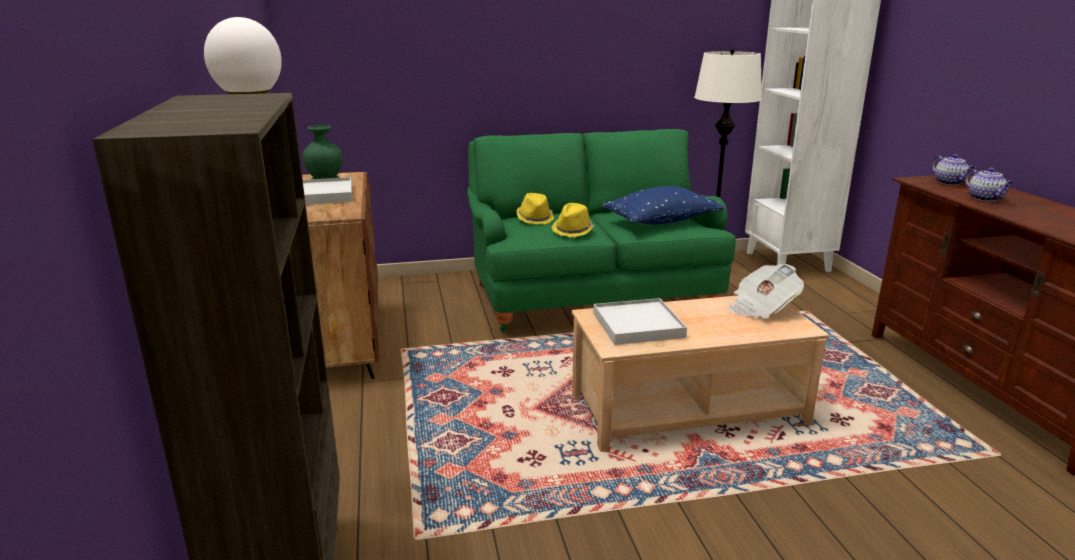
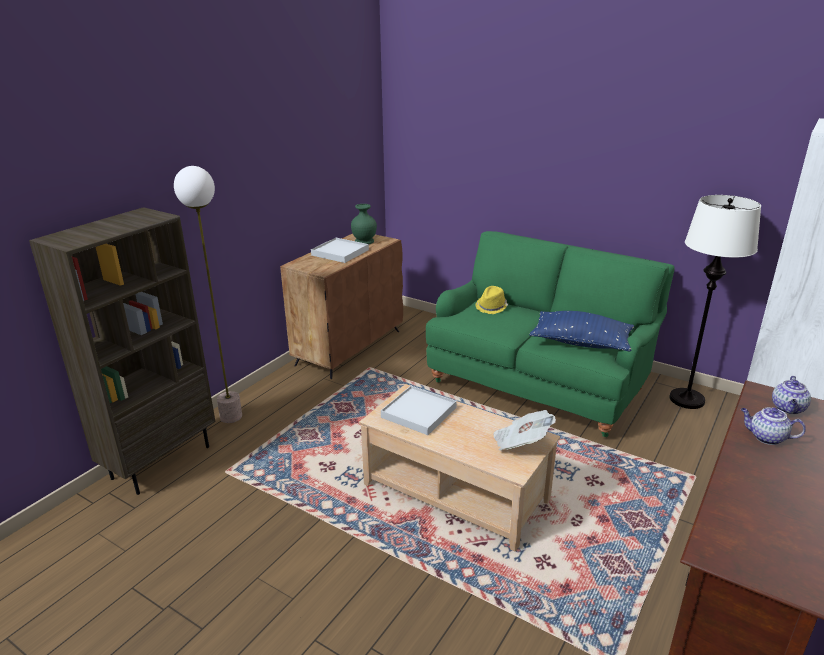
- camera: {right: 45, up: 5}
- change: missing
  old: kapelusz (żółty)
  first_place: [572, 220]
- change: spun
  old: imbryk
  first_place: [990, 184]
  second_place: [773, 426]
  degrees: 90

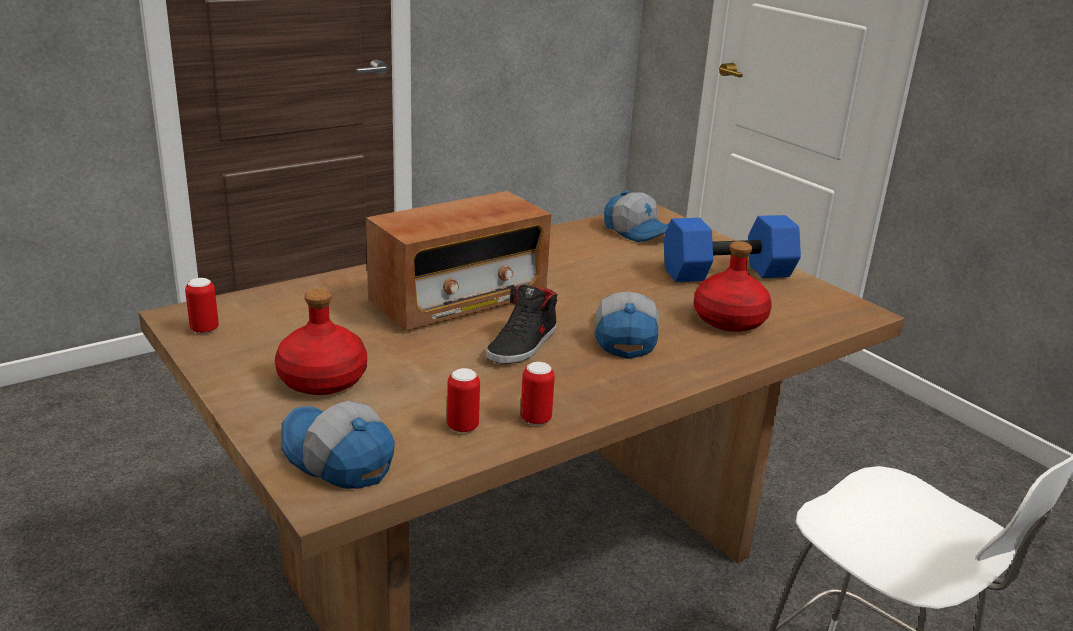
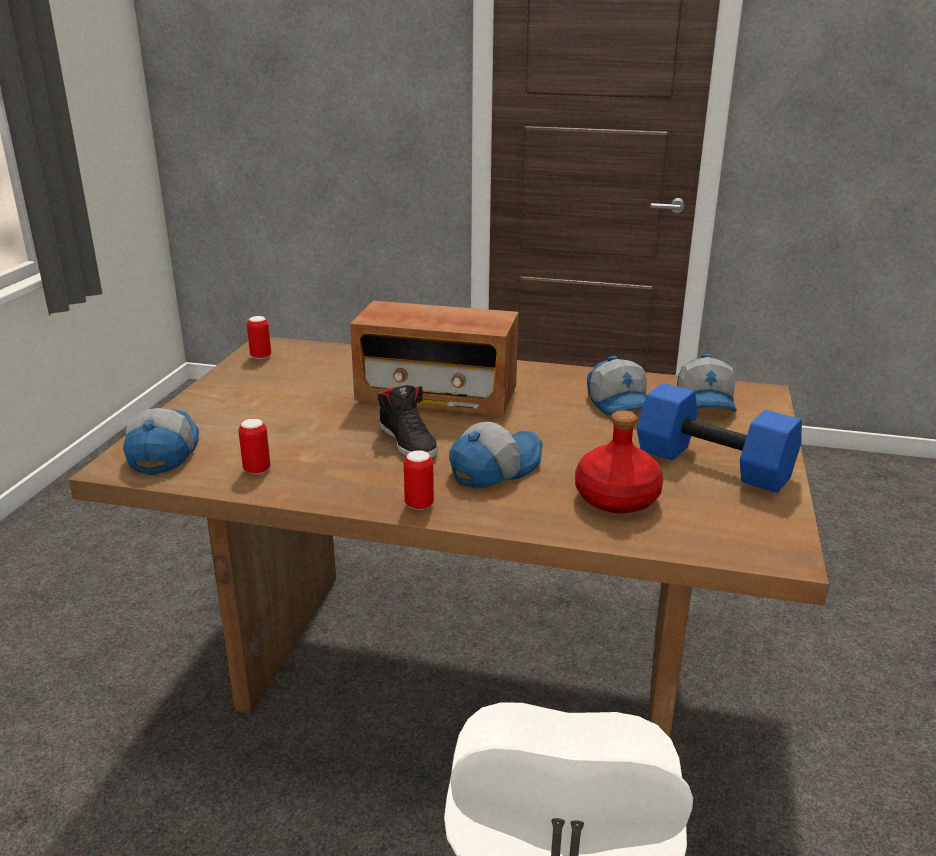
- camera: {right: 50, up: 0}
- change: missing
  old: butelka (czerwony)
  first_place: [321, 342]
- change: spun
  old: but (czarny)
  first_place: [521, 324]
  second_place: [408, 421]
  degrees: -105
- change: relocated
  old: puszka
  first_place: [538, 393]
  second_place: [419, 480]
- change: appeared
  new: czapka z daszkiem
  second_place: [617, 385]

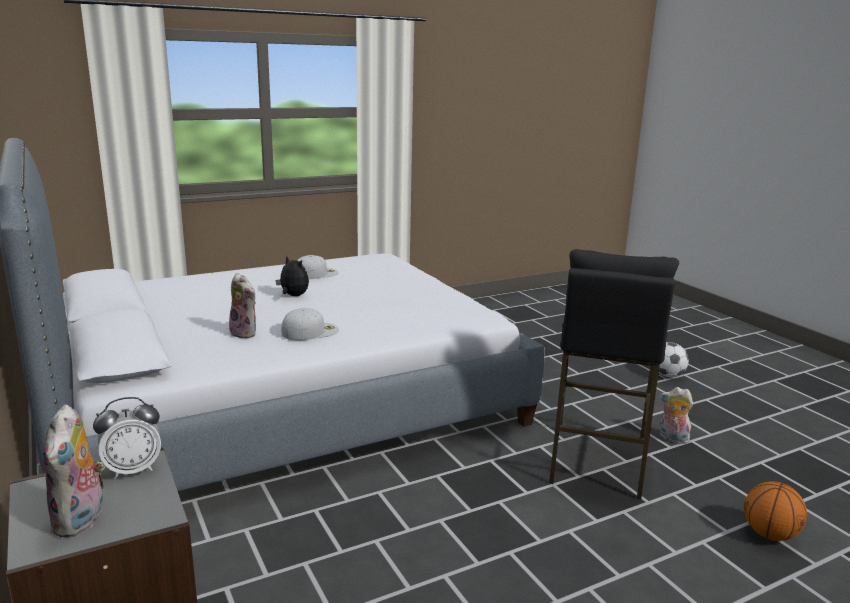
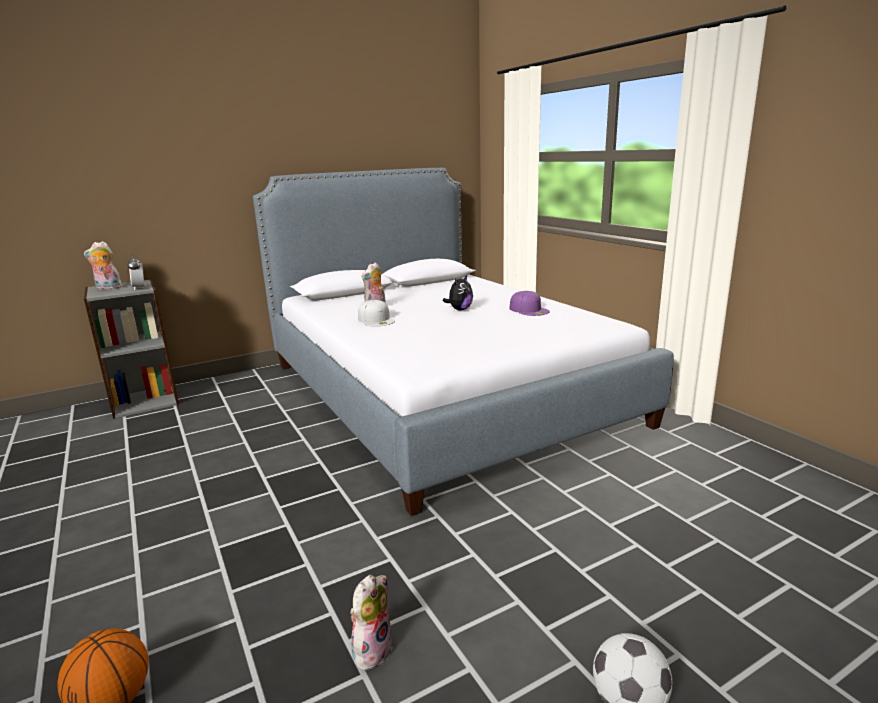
- camera: {right: 90, up: 0}
- change: colour
  old: czapka z daszkiem (biały)
  new: czapka z daszkiem (fioletowy)
  first_place: [318, 267]
  second_place: [530, 303]
- change: missing
  old: stołek (czarny)
  first_place: [614, 374]

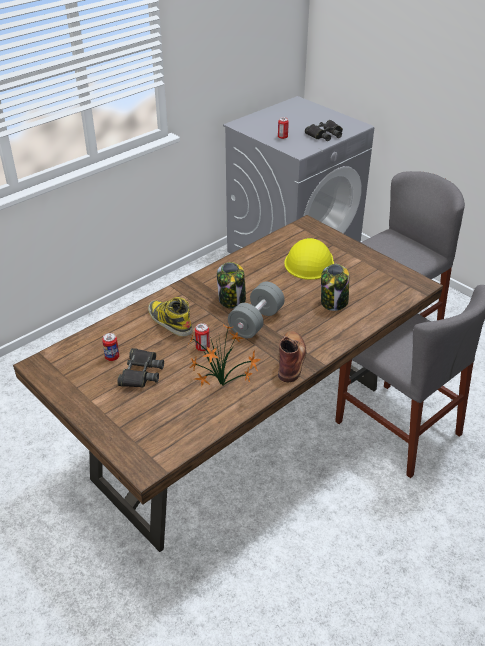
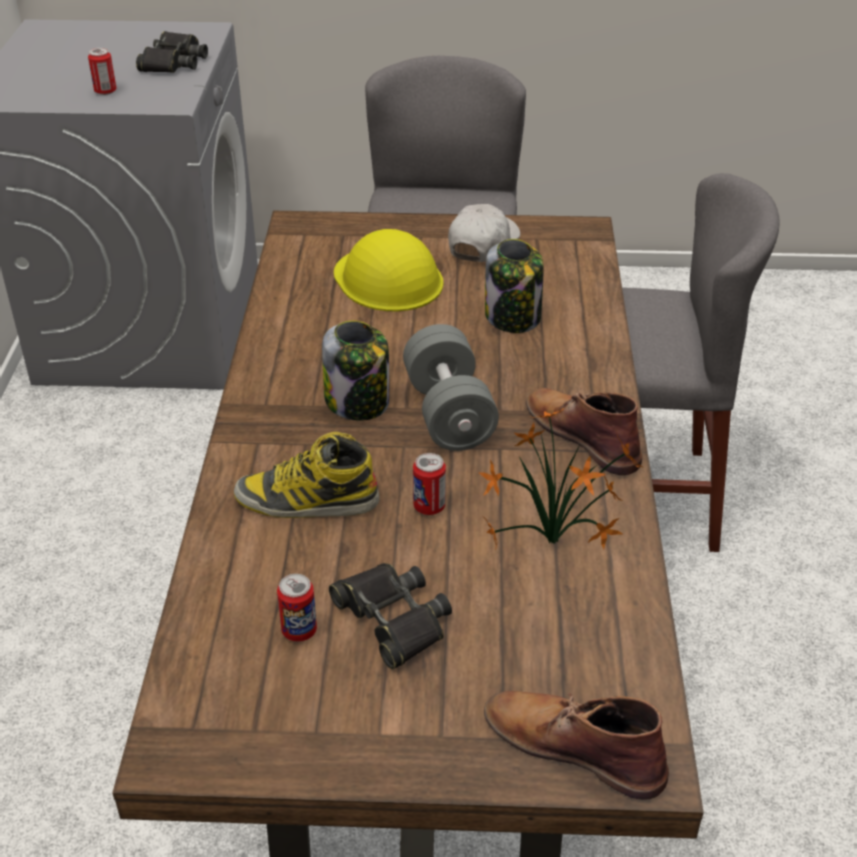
- camera: {right: -45, up: 0}
- change: appeared
  new: czapka z daszkiem (biały)
  second_place: [484, 233]
- change: appeared
  new: but z cholewką (brązowy)
  second_place: [576, 745]

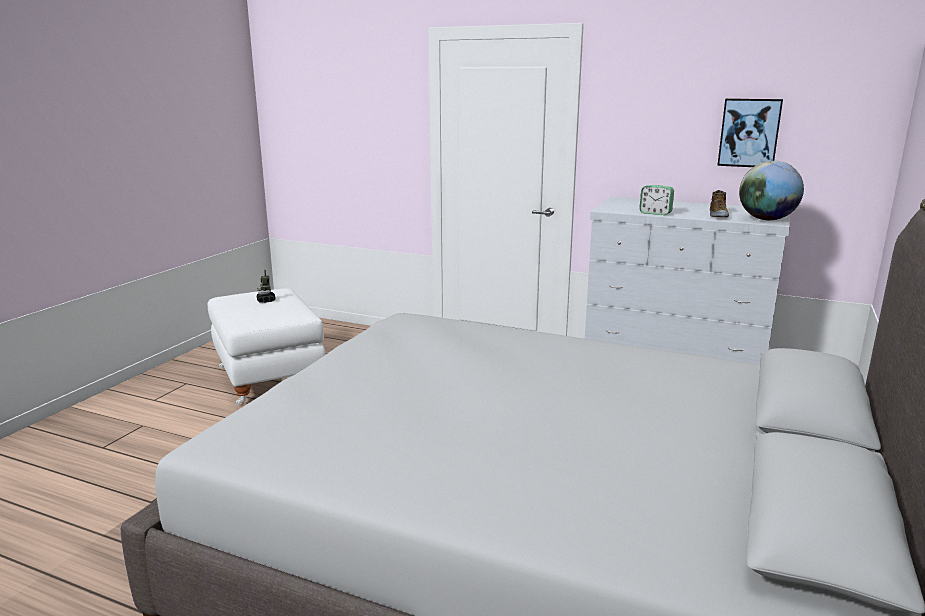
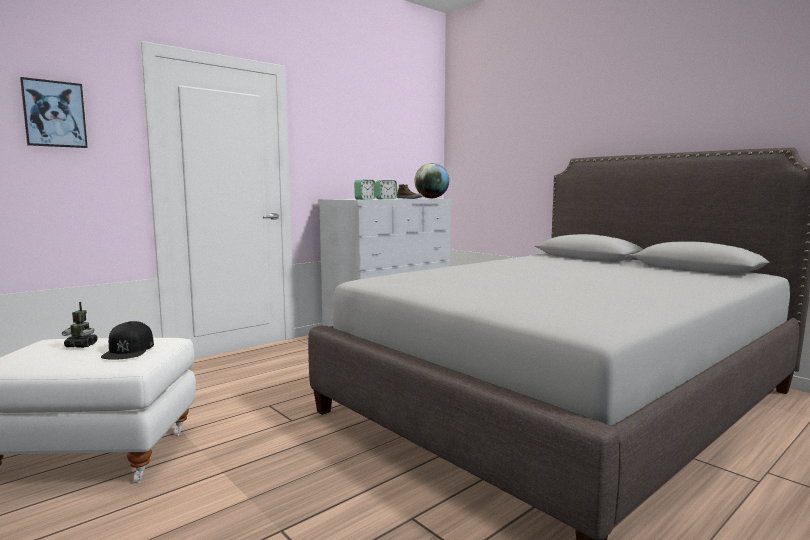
- camera: {right: -65, up: -10}
- change: relocated
  old: obraz
  first_place: [750, 132]
  second_place: [54, 112]
- change: appeared
  new: czapka z daszkiem (czarny)
  second_place: [127, 340]
- change: appeared
  new: budzik
  second_place: [365, 190]

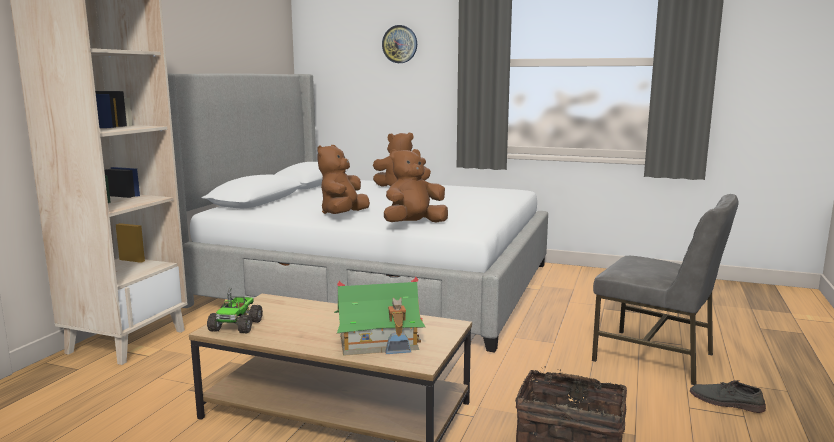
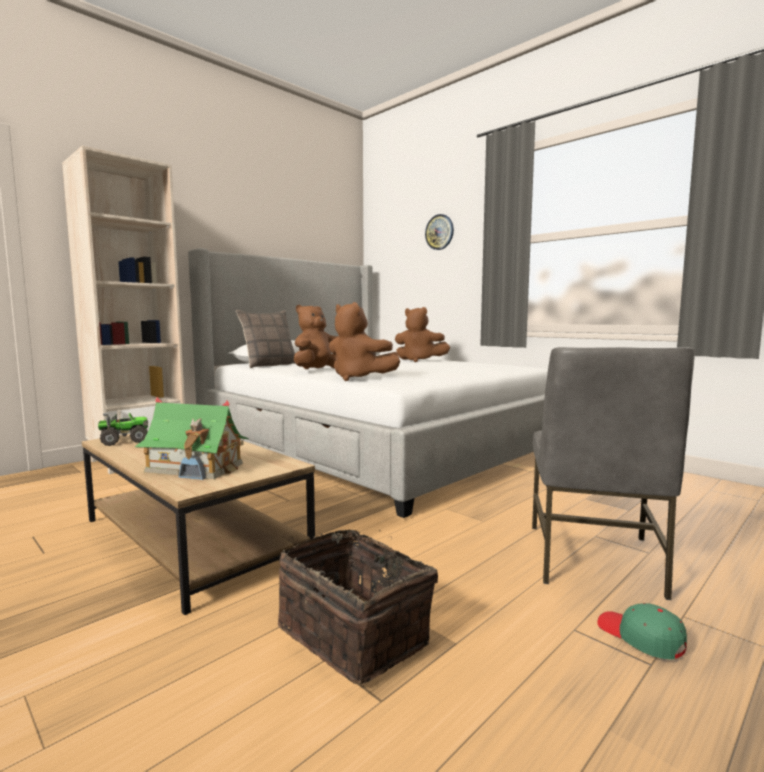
- camera: {right: 25, up: -5}
- change: spun
  old: ciężarówka zabawkowa
  first_place: [235, 310]
  second_place: [123, 429]
  degrees: -150
- change: spun
  old: pluszak (brązowy)
  first_place: [416, 185]
  second_place: [364, 341]
  degrees: -135
- change: spun
  old: krzesło (szary)
  first_place: [665, 289]
  second_place: [613, 473]
  degrees: 45
- change: exchanged
  old: but (szary)
  new: czapka z daszkiem (zielony)
  first_place: [728, 396]
  second_place: [642, 631]
- change: appeared
  new: poduszka
  second_place: [266, 339]

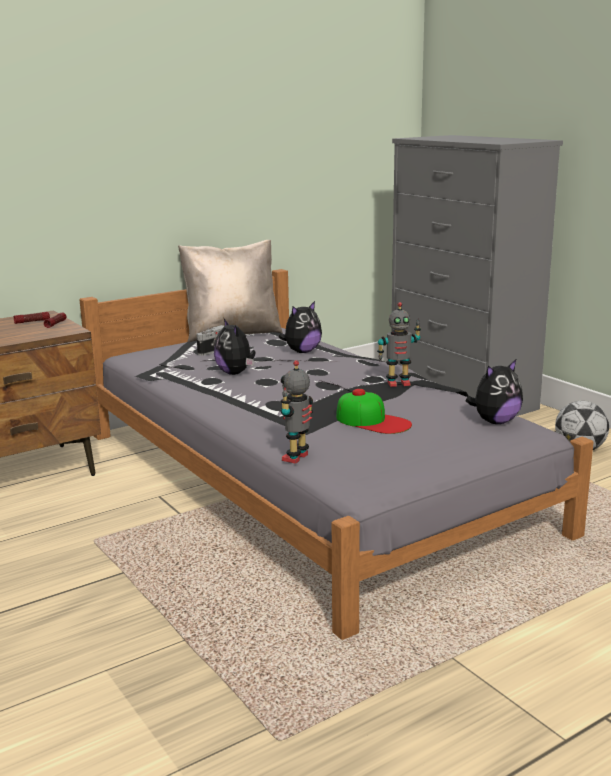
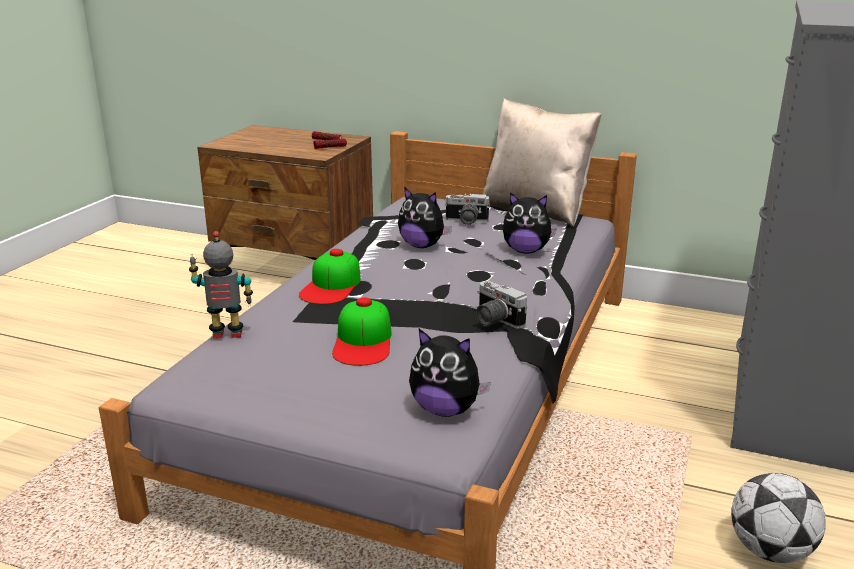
- camera: {right: 55, up: 5}
- change: spun
  old: pluszak
  first_place: [234, 347]
  second_place: [425, 217]
  degrees: -90
- change: exchanged
  old: robot zabawkowy
  new: aparat fotograficzny
  first_place: [399, 344]
  second_place: [501, 305]
- change: appeared
  new: czapka z daszkiem
  second_place: [330, 276]

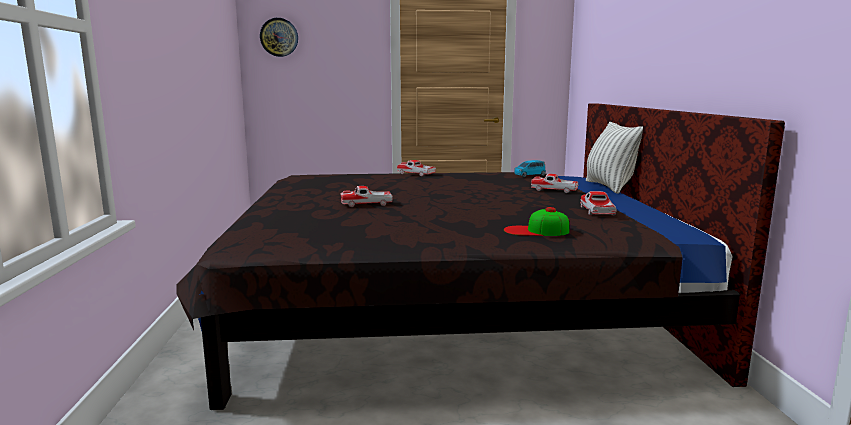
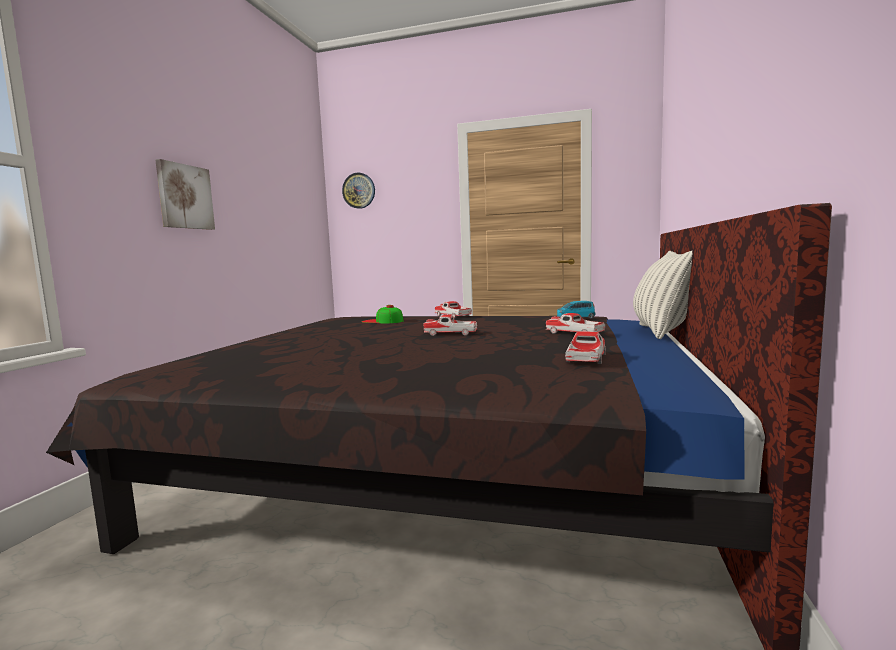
- camera: {right: 20, up: -5}
- change: relocated
  old: samochodzik
  first_place: [366, 196]
  second_place: [450, 325]
- change: relocated
  old: czapka z daszkiem
  first_place: [536, 221]
  second_place: [382, 314]
- change: appeared
  new: obraz
  second_place: [185, 194]

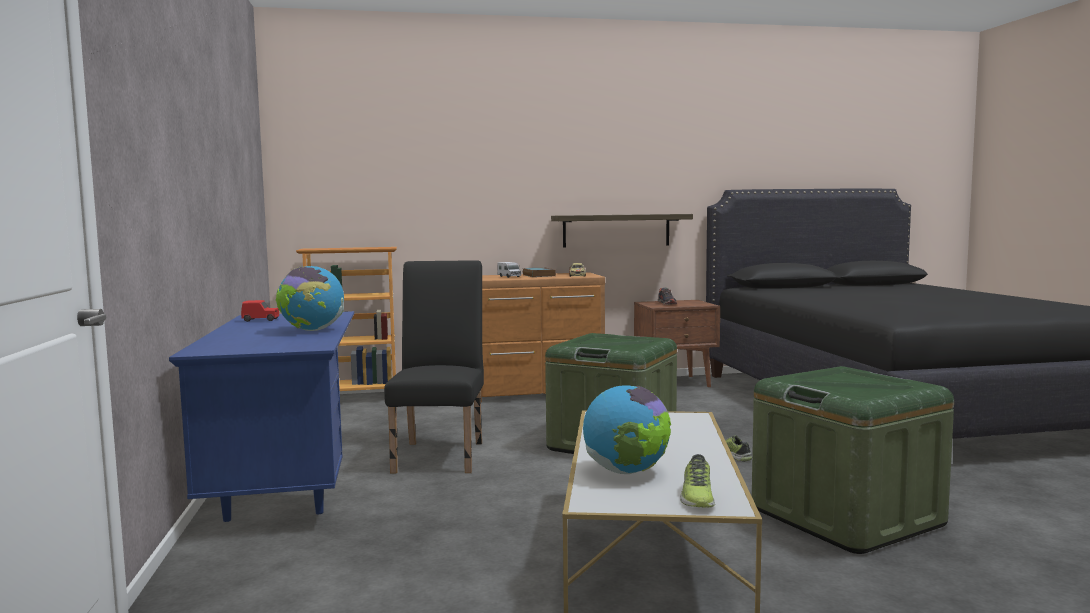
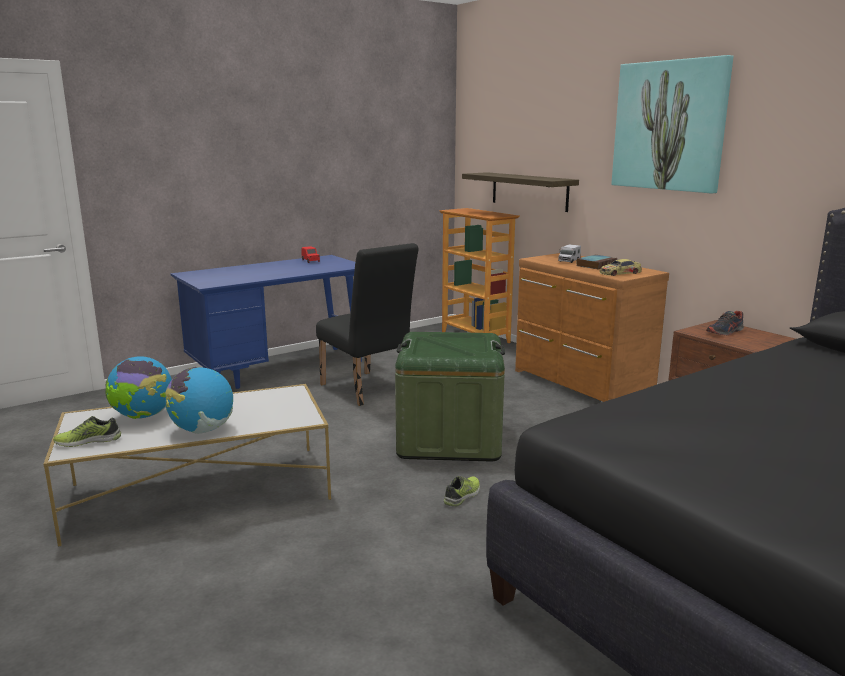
- camera: {right: 65, up: 10}
- change: relocated
  old: globus
  first_place: [310, 298]
  second_place: [199, 400]
- change: spun
  old: krzesło (czarny)
  first_place: [434, 366]
  second_place: [367, 324]
  degrees: 75
- change: relocated
  old: półka
  first_place: [622, 231]
  second_place: [520, 192]
- change: missing
  old: pojemnik do przechowywania (zielony)
  first_place: [853, 460]
- change: appeared
  new: obraz
  second_place: [672, 124]

